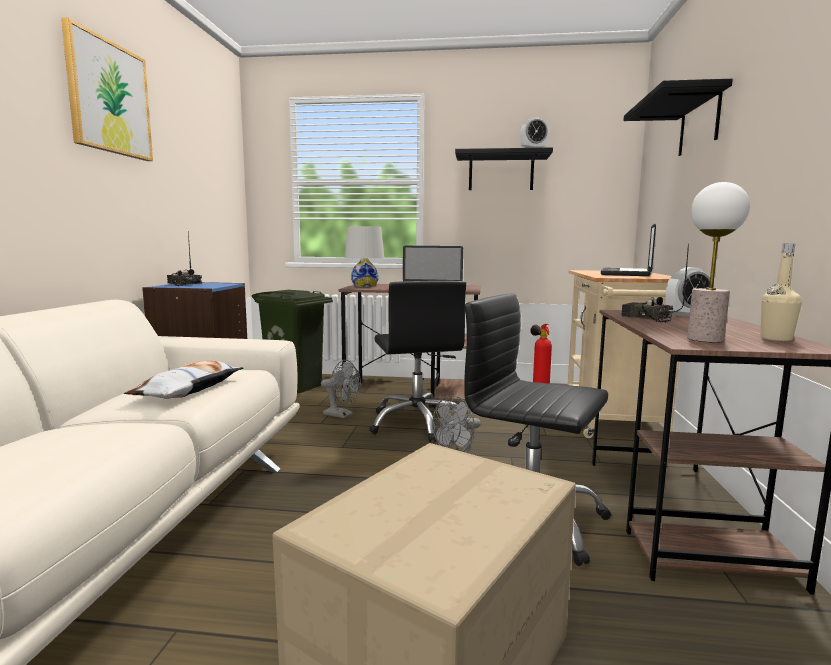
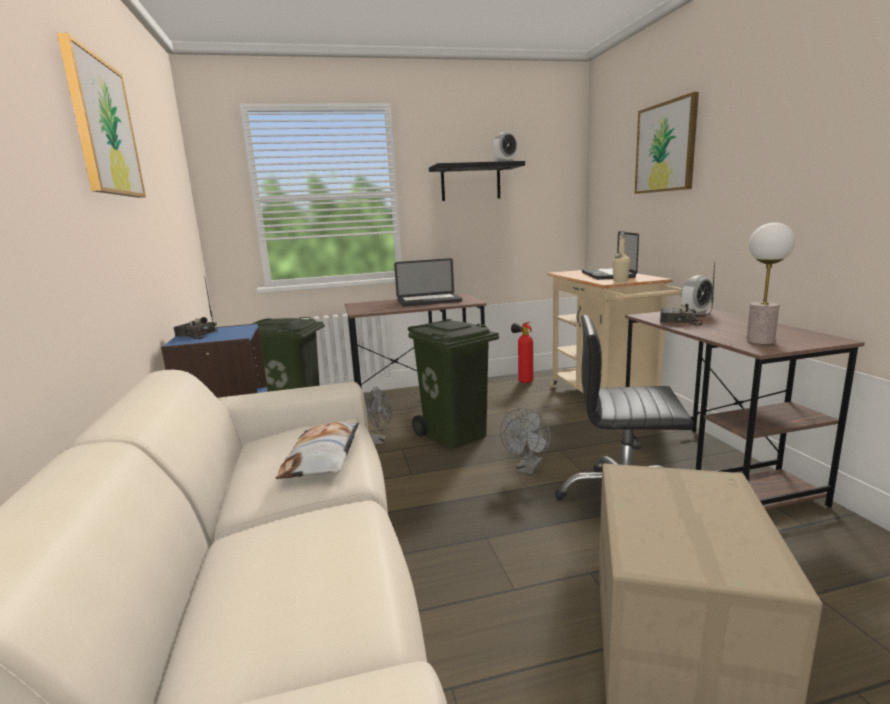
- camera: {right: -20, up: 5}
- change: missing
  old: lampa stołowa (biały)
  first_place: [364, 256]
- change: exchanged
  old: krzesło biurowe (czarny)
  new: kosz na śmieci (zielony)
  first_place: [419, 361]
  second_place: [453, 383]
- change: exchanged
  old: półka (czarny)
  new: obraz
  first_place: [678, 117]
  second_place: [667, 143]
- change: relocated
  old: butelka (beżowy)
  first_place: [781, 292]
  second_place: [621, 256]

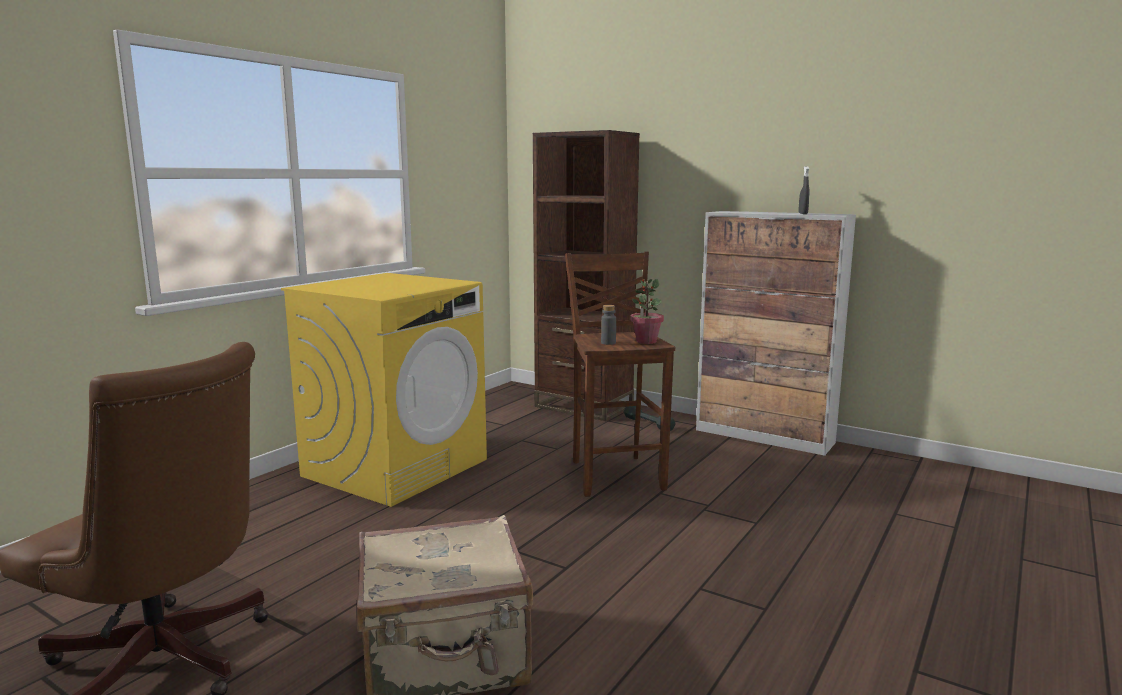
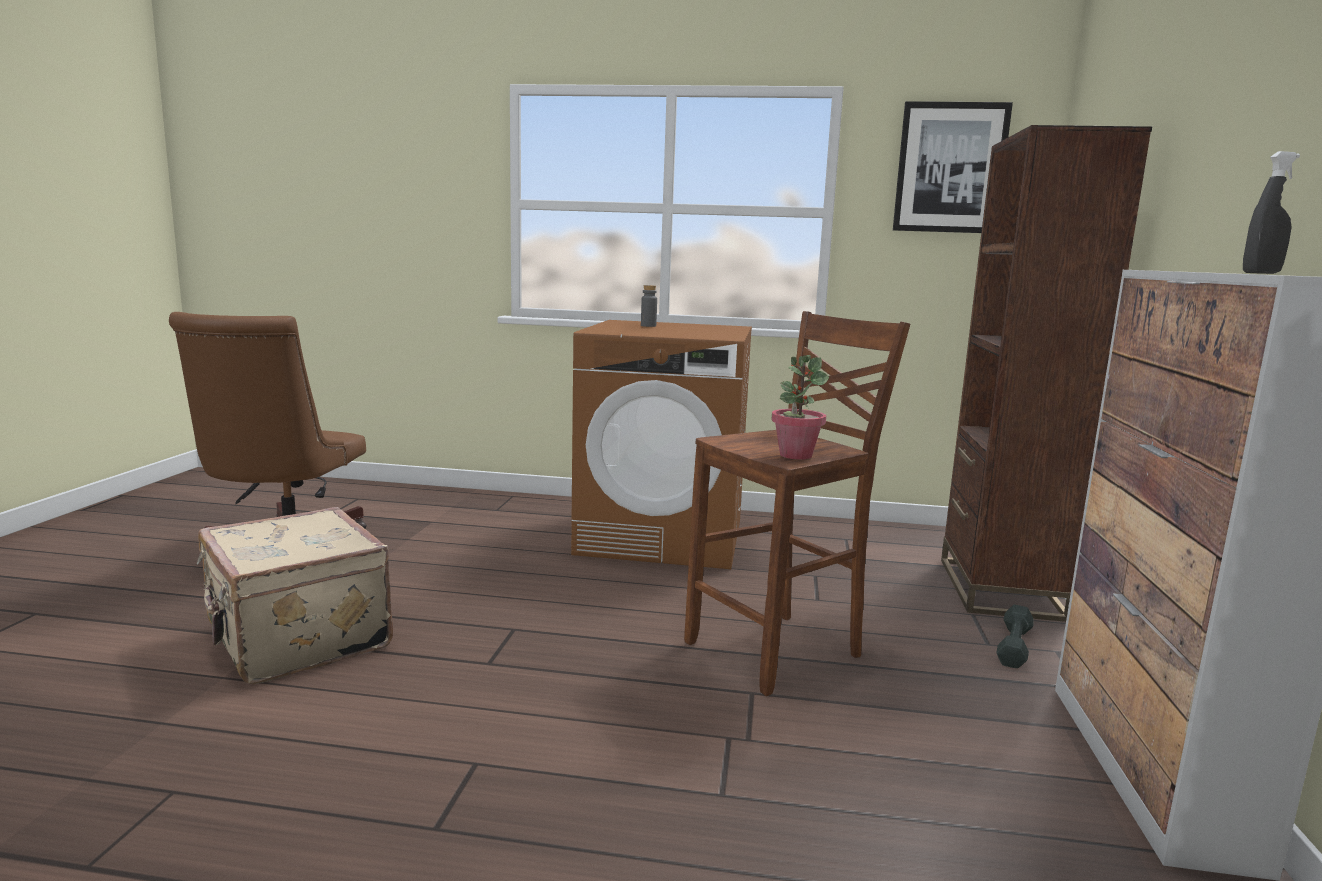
- camera: {right: 65, up: 0}
- change: colour
  old: pralka (żółty)
  new: pralka (brązowy)
  first_place: [384, 390]
  second_place: [661, 444]
- change: relocated
  old: butelka (szary)
  first_place: [608, 325]
  second_place: [649, 306]
- change: appeared
  new: obraz
  second_place: [953, 167]

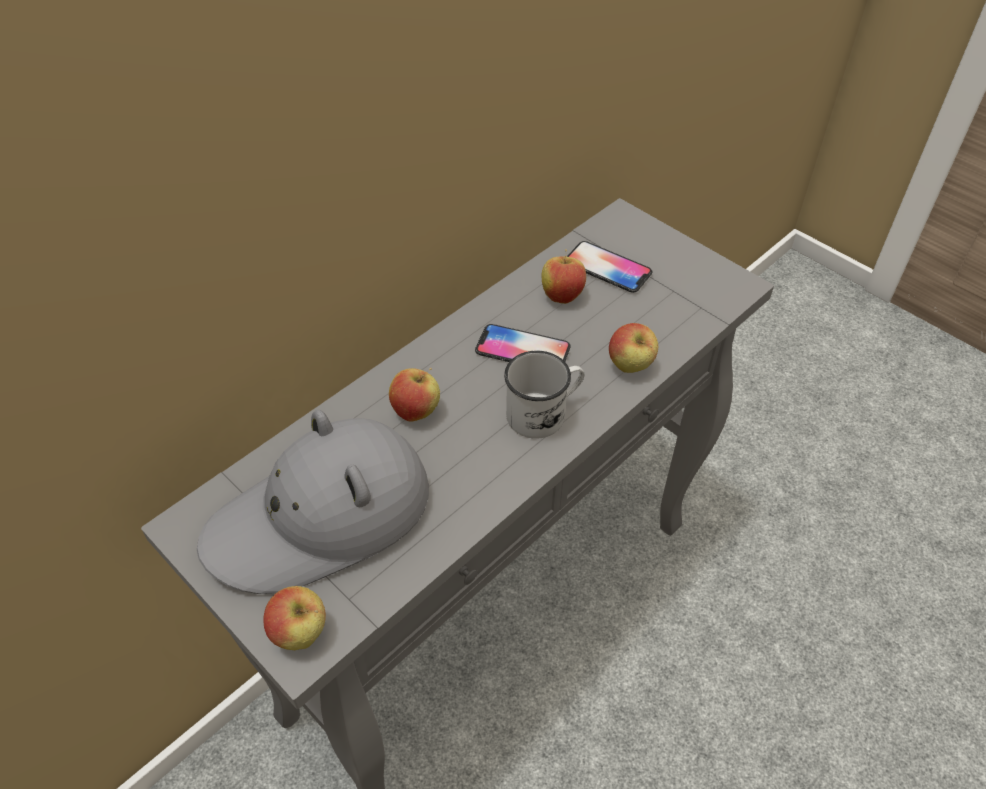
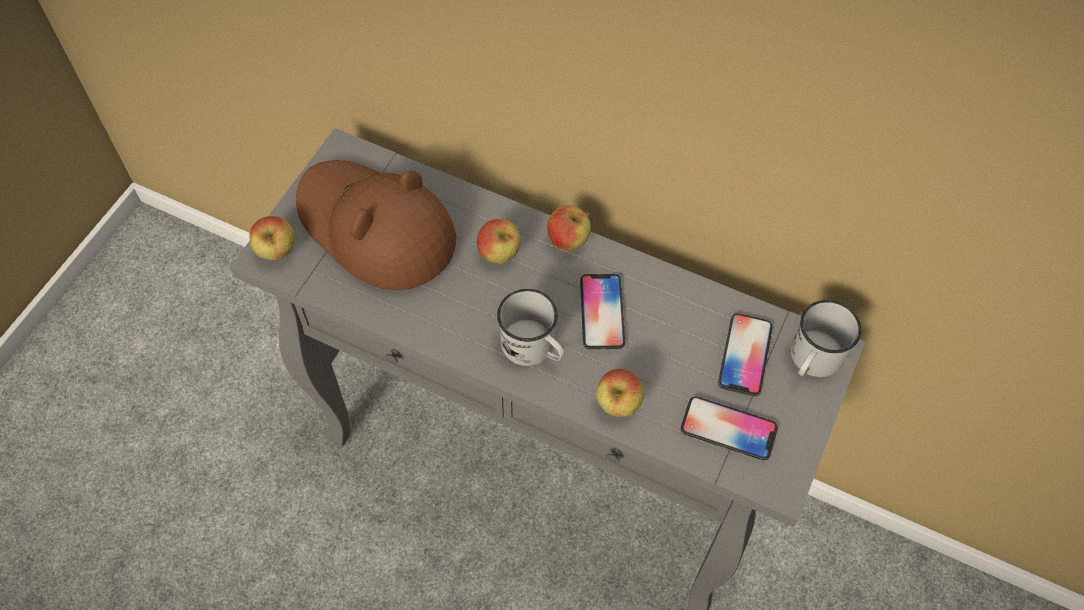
- camera: {right: 70, up: 10}
- change: colour
  old: kapelusz (szary)
  new: kapelusz (brązowy)
  first_place: [313, 502]
  second_place: [376, 225]
- change: relocated
  old: jabłko
  first_place: [563, 276]
  second_place: [569, 227]
- change: appeared
  new: telefon
  second_place: [729, 428]
- change: appeared
  new: kubek (biały)
  second_place: [826, 338]

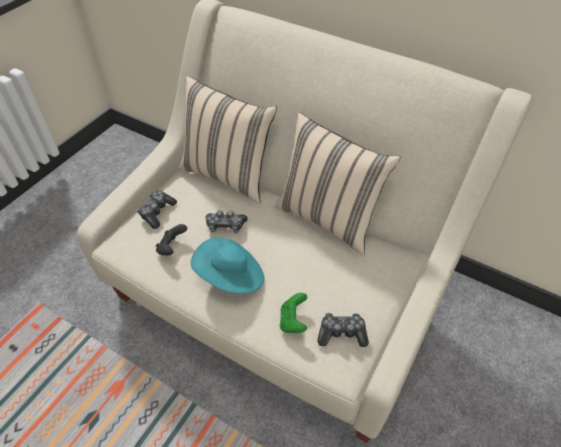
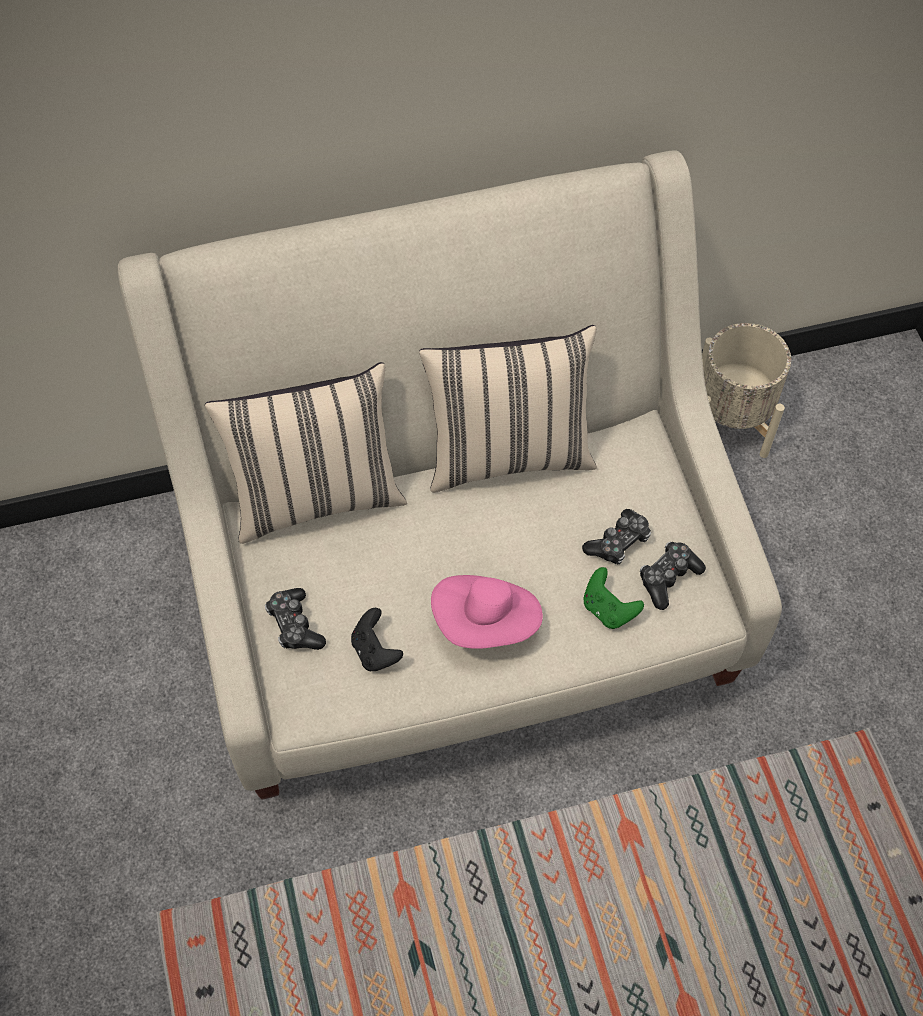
- camera: {right: -45, up: 10}
- change: colour
  old: kapelusz (turkusowy)
  new: kapelusz (różowy)
  first_place: [227, 265]
  second_place: [487, 612]
- change: relocated
  old: pad do gier
  first_place: [227, 221]
  second_place: [616, 537]
- change: appeared
  new: donica (beżowy)
  second_place: [746, 390]

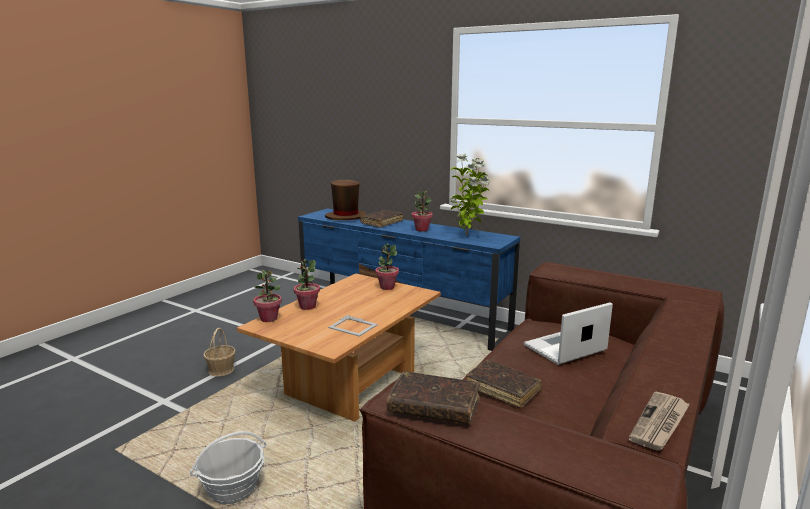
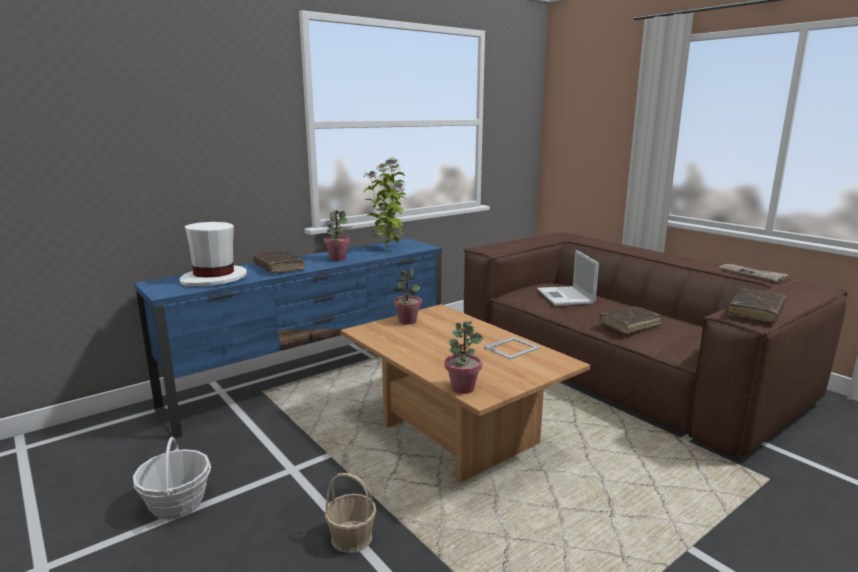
- camera: {right: -70, up: 0}
- change: relocated
  old: koszyk
  first_place: [227, 467]
  second_place: [172, 478]
- change: missing
  old: roślina doniczkowa
  first_place: [306, 284]
- change: colour
  old: kapelusz (brązowy)
  new: kapelusz (biały)
  first_place: [345, 200]
  second_place: [213, 254]

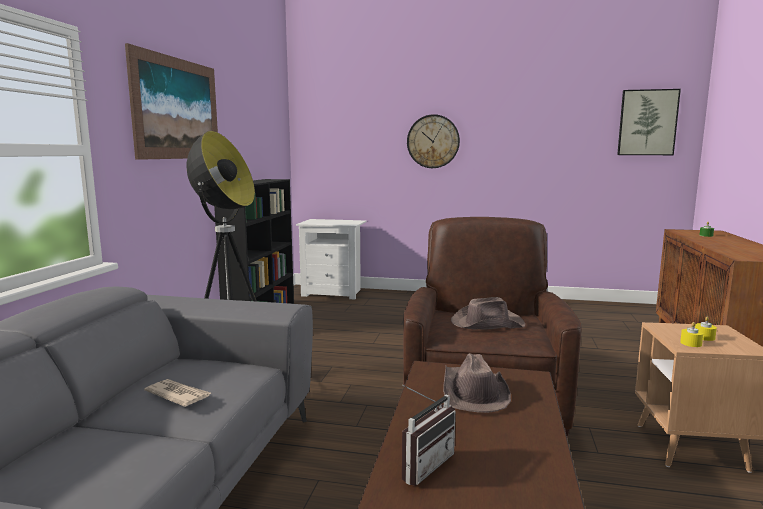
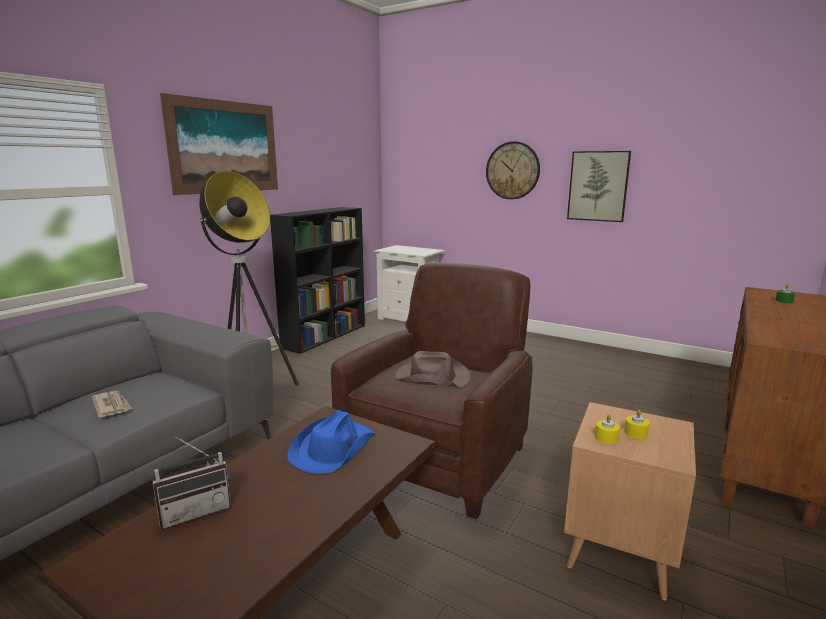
- camera: {right: 20, up: 5}
- change: colour
  old: kapelusz (brązowy)
  new: kapelusz (niebieski)
  first_place: [477, 383]
  second_place: [331, 442]
- change: relocated
  old: obraz
  first_place: [649, 122]
  second_place: [599, 186]

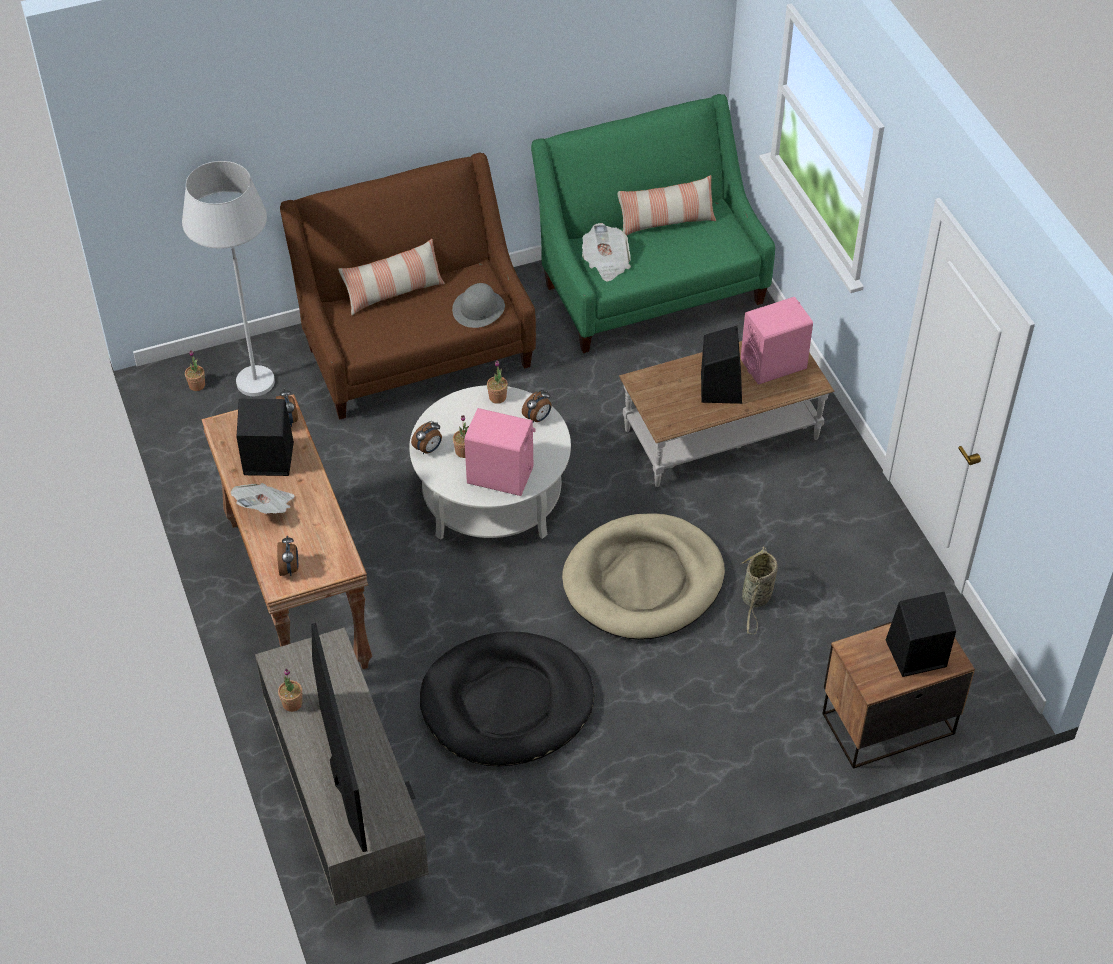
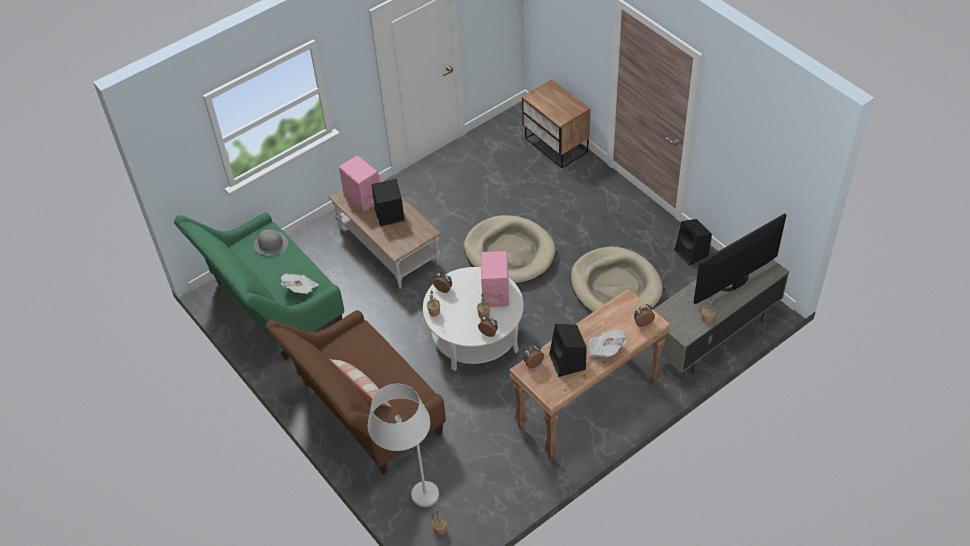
- camera: {right: -105, up: 0}
- change: colour
  old: legowisko (czarny)
  new: legowisko (beżowy)
  first_place: [507, 699]
  second_place: [617, 280]
- change: relocated
  old: kapelusz (szary)
  first_place: [478, 305]
  second_place: [271, 242]
- change: missing
  old: poduszka
  first_place: [667, 205]
- change: missing
  old: koszyk
  first_place: [760, 590]
- change: relocated
  old: głośnik (czarny)
  first_place: [921, 634]
  second_place: [693, 242]

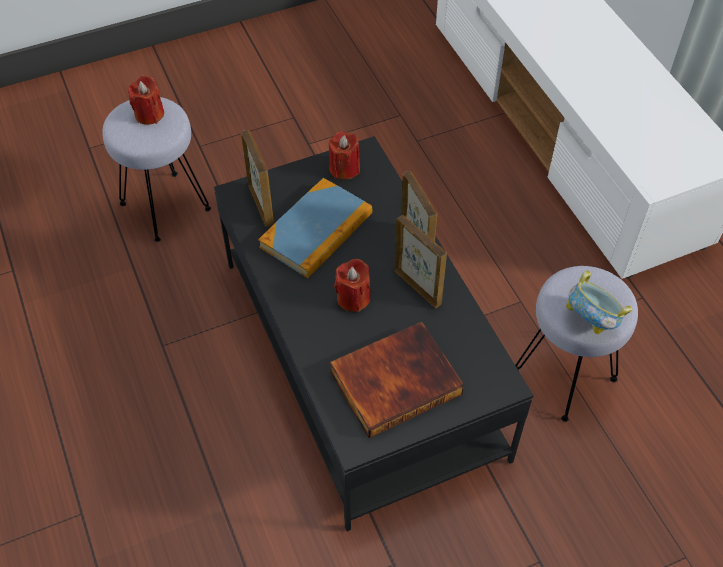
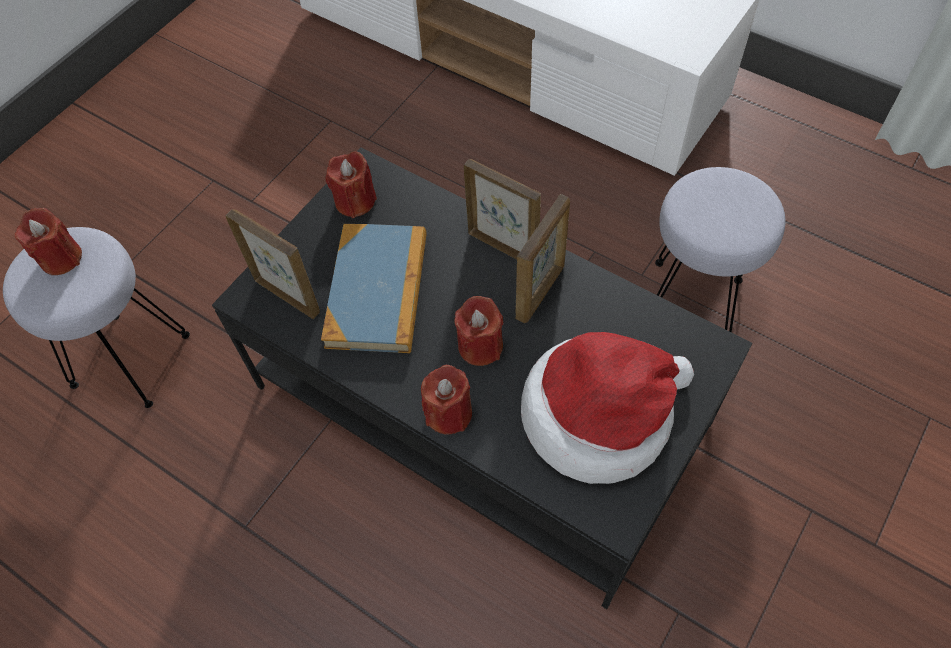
- camera: {right: -30, up: 5}
- change: exchanged
  old: książka
  new: kapelusz
  first_place: [396, 380]
  second_place: [607, 408]
- change: spun
  old: ramka na zdjęcie
  first_place: [420, 261]
  second_place: [542, 258]
  degrees: 105
- change: missing
  old: miska
  first_place: [599, 302]
- change: appeared
  new: świeca (czerwony)
  second_place: [446, 400]

